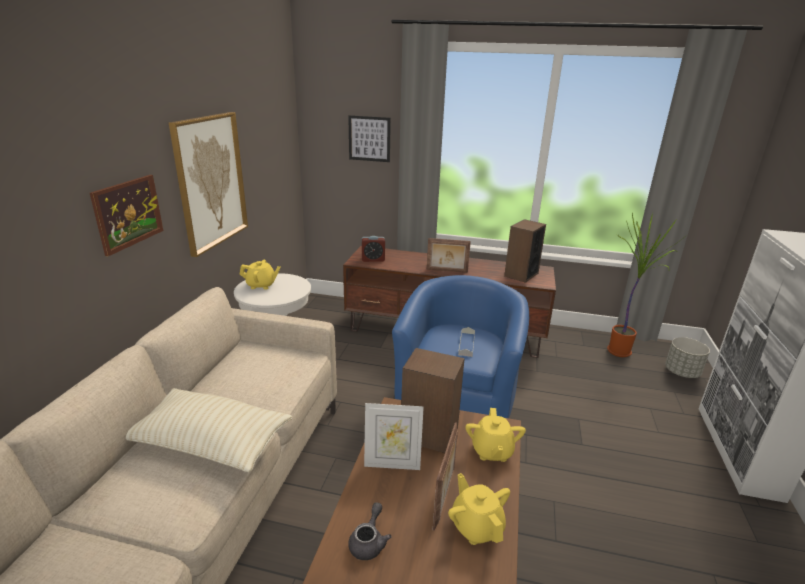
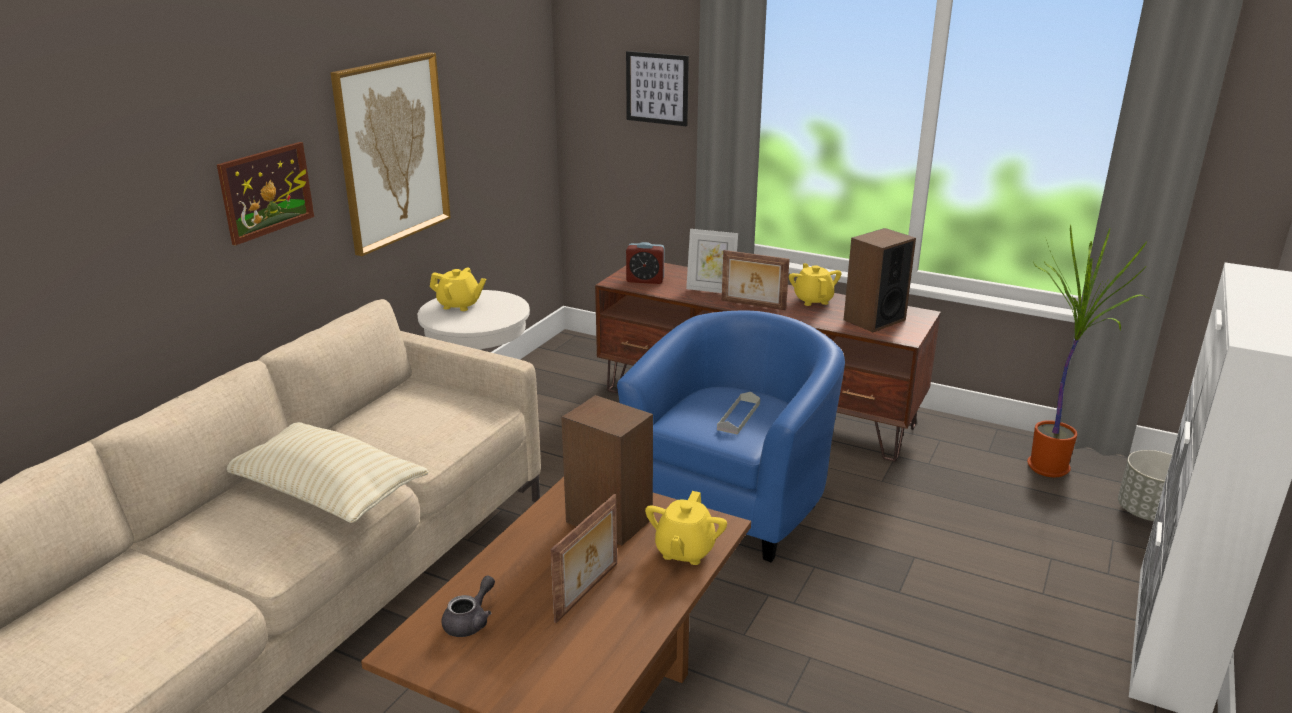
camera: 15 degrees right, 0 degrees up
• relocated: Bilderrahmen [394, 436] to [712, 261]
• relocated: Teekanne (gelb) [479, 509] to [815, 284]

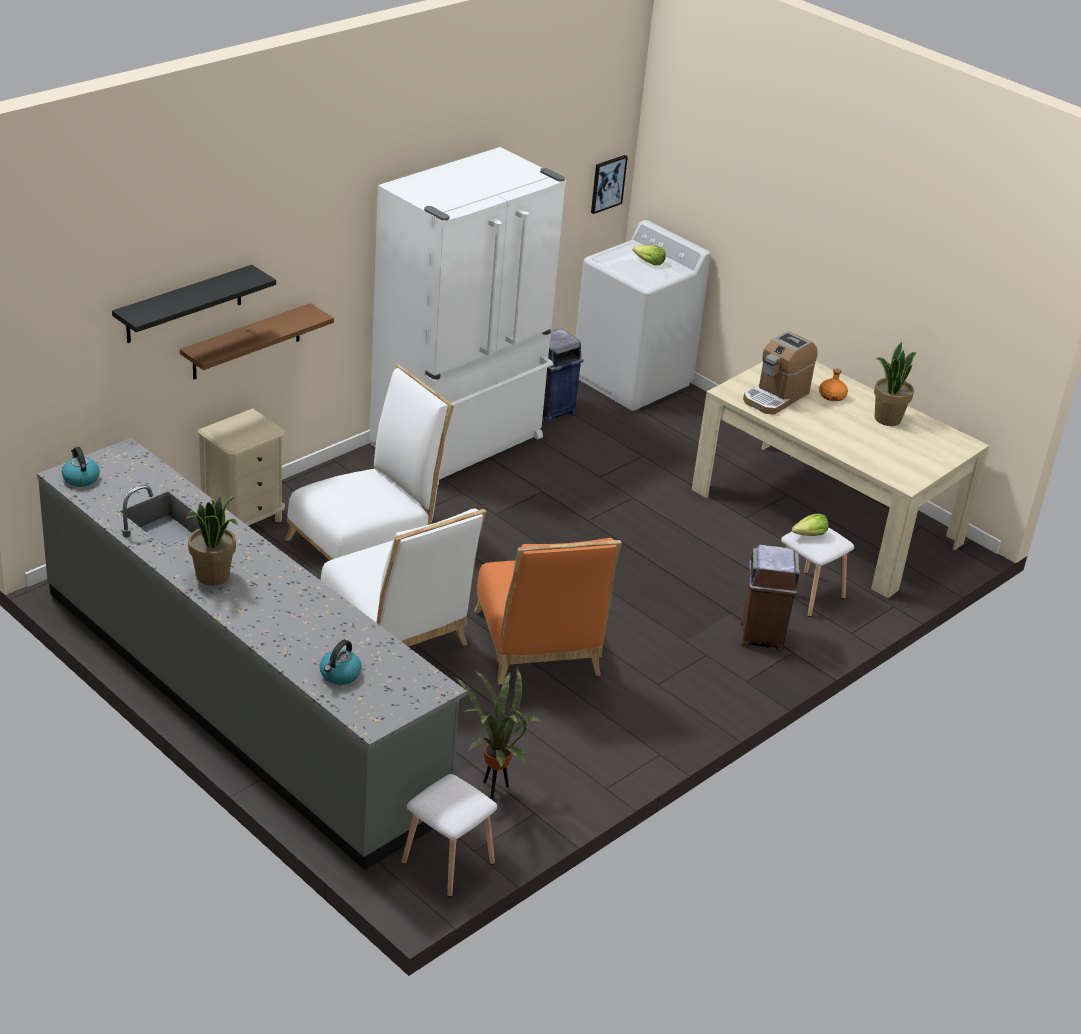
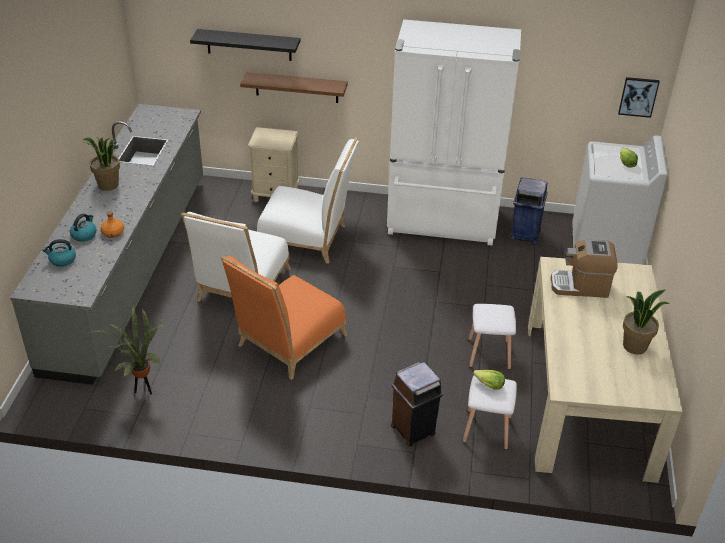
camera: 55 degrees right, 5 degrees up
• relocated: Wasserkessel [81, 467] to [83, 228]
• relocated: Hocker (weiß) [449, 835] to [492, 337]
• relocated: Flasche (orange) [833, 385] to [112, 224]

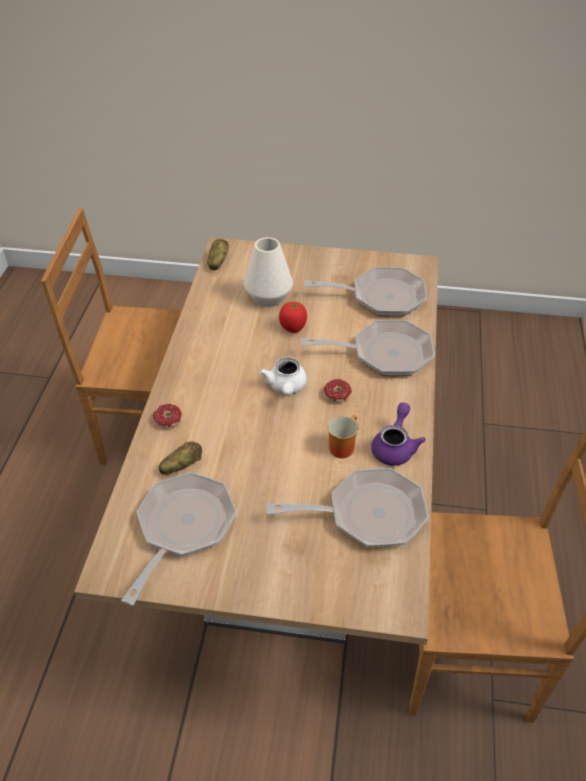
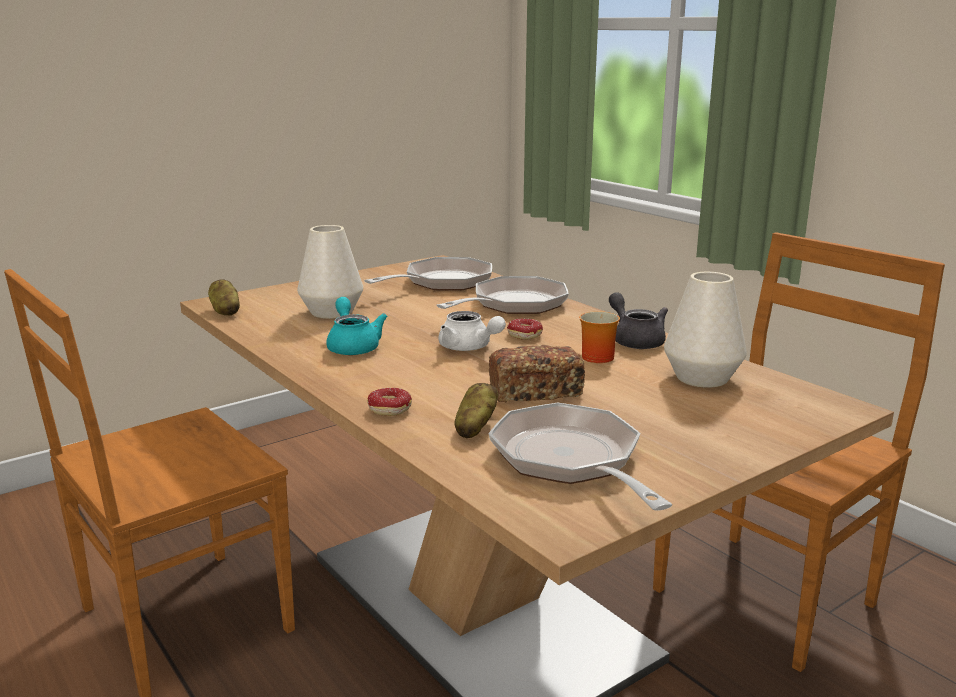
camera: 45 degrees left, 25 degrees down
• exchanged: Pfanne [347, 507] to Vase (weiß) [705, 330]
• missing: Tomate [293, 317]
• colour: Teekanne (lila) [398, 434] to Teekanne (grau) [638, 321]
• appeared: Teekanne (türkis) [356, 326]
• appeared: Brot [537, 374]

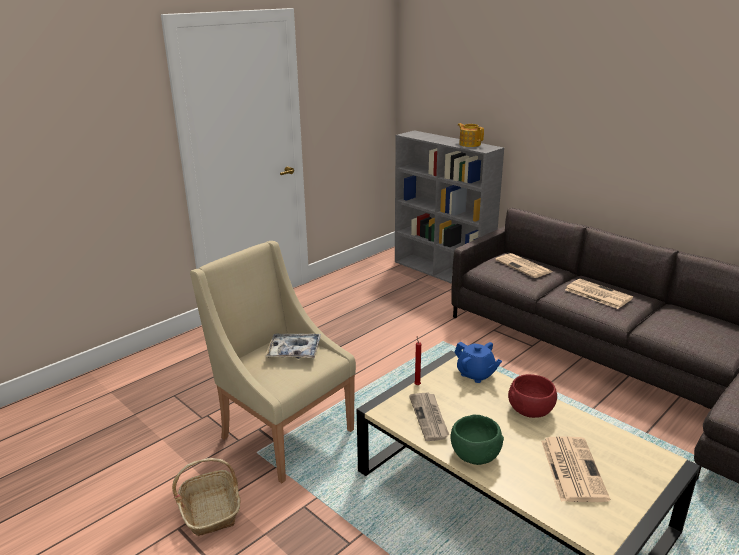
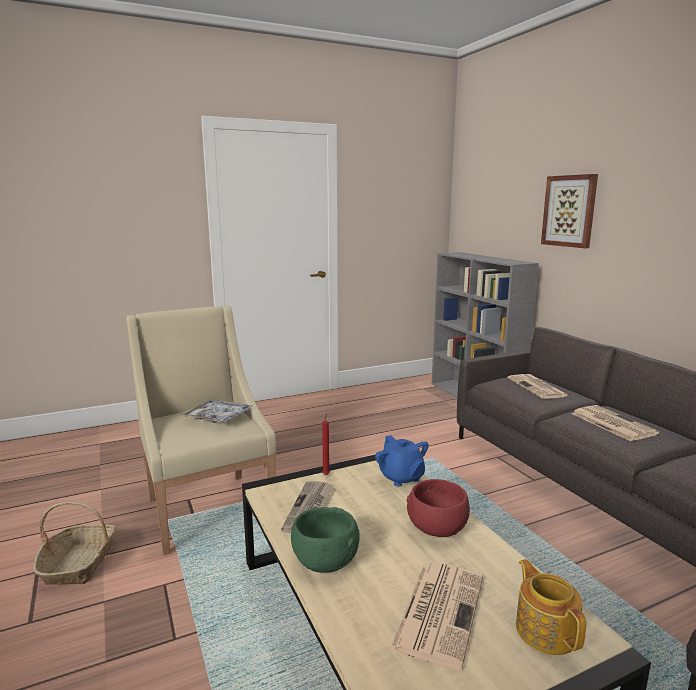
camera: 20 degrees right, 10 degrees down
• relocated: Teekanne [471, 135] to [551, 607]
• appeared: Bild [569, 211]

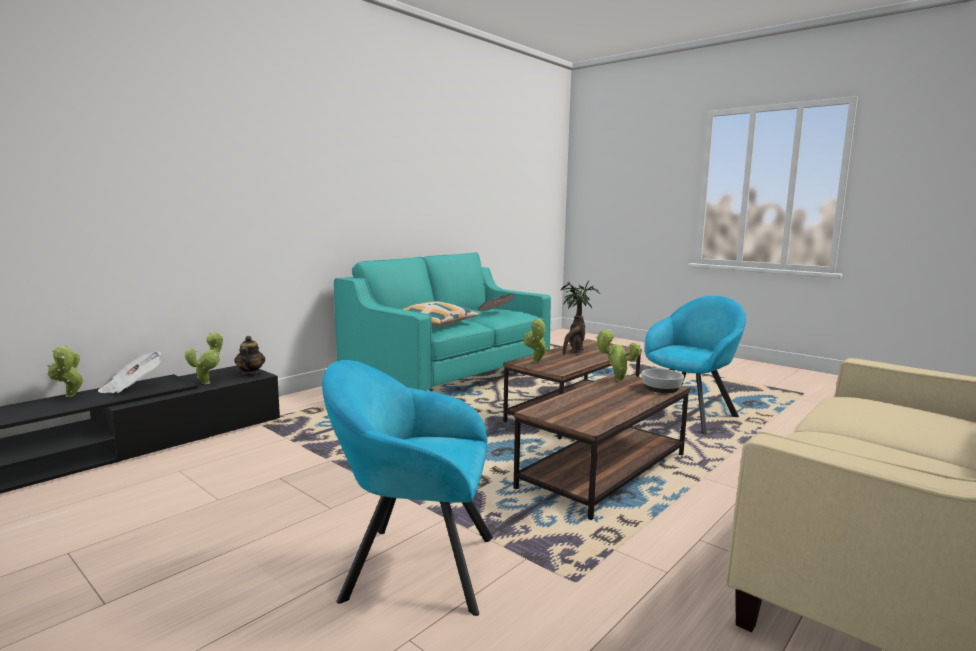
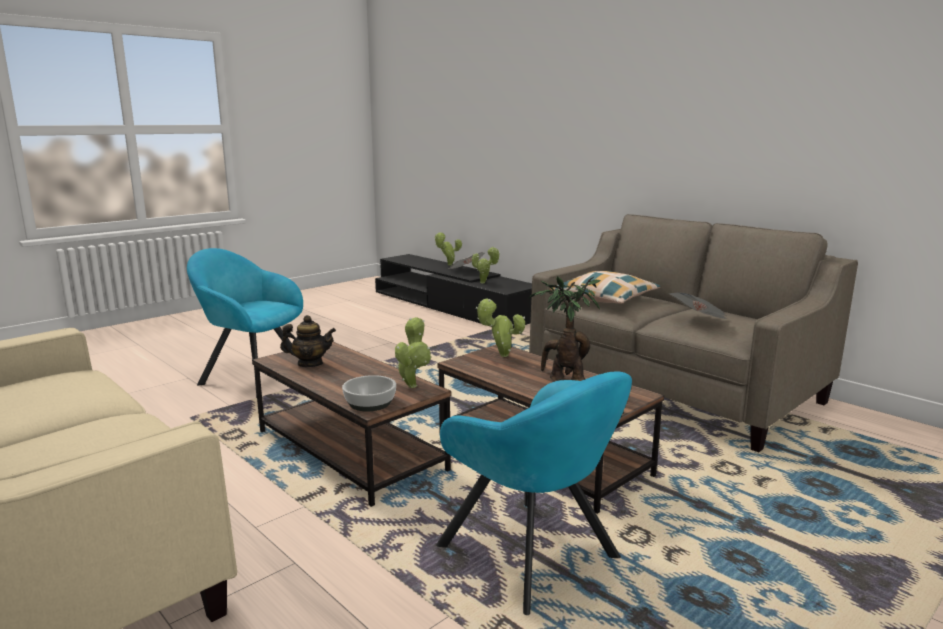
camera: 95 degrees right, 5 degrees up
• relocated: Teekanne [249, 356] to [308, 341]
• spun: Sessel (türkis) [407, 488] = [245, 323] 75 degrees counterclockwise
• colour: Sofa (türkis) [442, 321] to Sofa (beige) [693, 333]

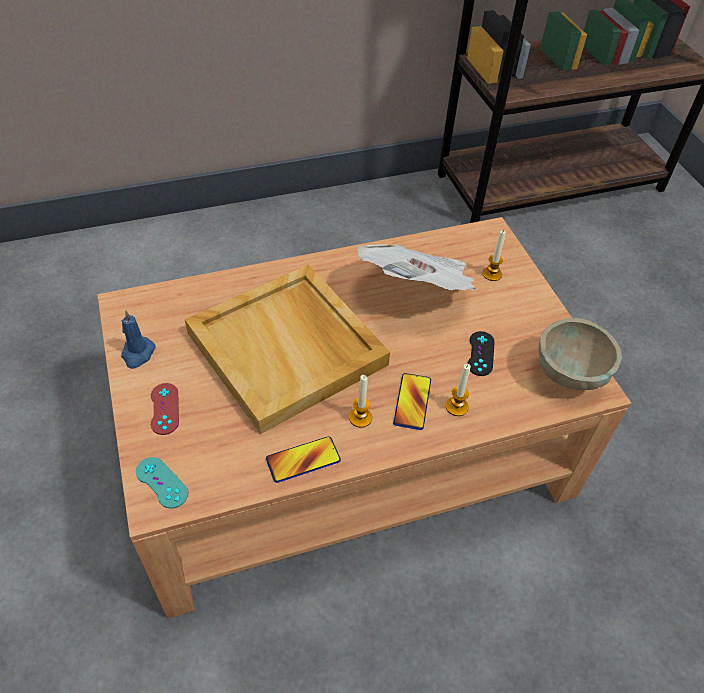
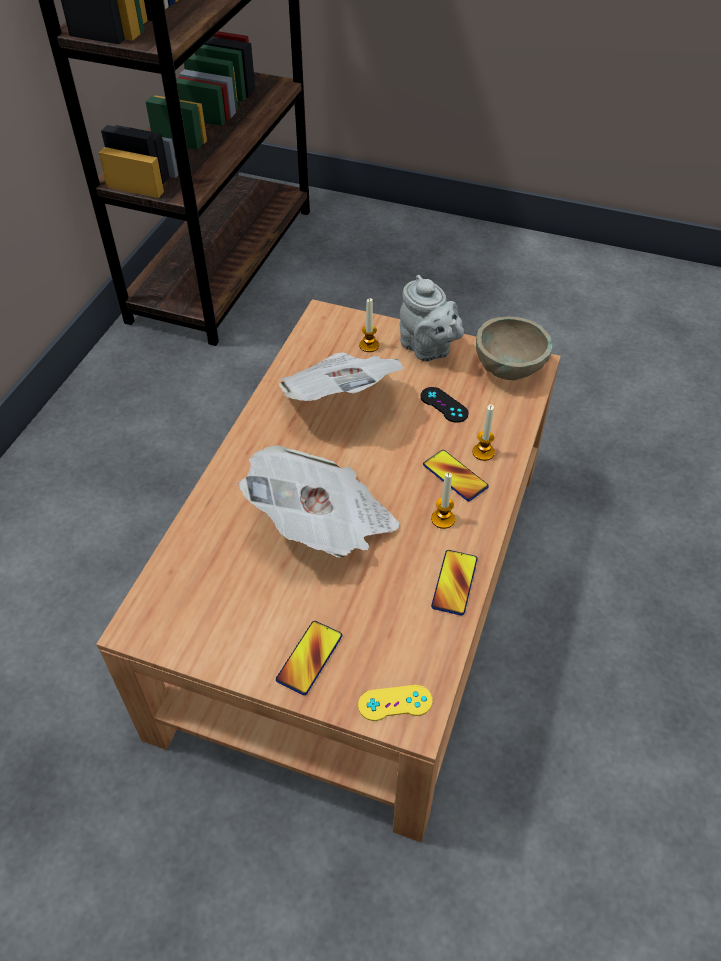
camera: 50 degrees left, 0 degrees up
• missing: Kerze (blau) [138, 339]
• colour: Gamepad (türkis) [162, 483] to Gamepad (gelb) [395, 703]
• exchanged: Gamepad (rot) [165, 409] to Handy [309, 658]
• exchanged: Tablett (beige) [287, 349] to Zeitung [318, 501]
• appeared: Teekanne (grau) [431, 318]

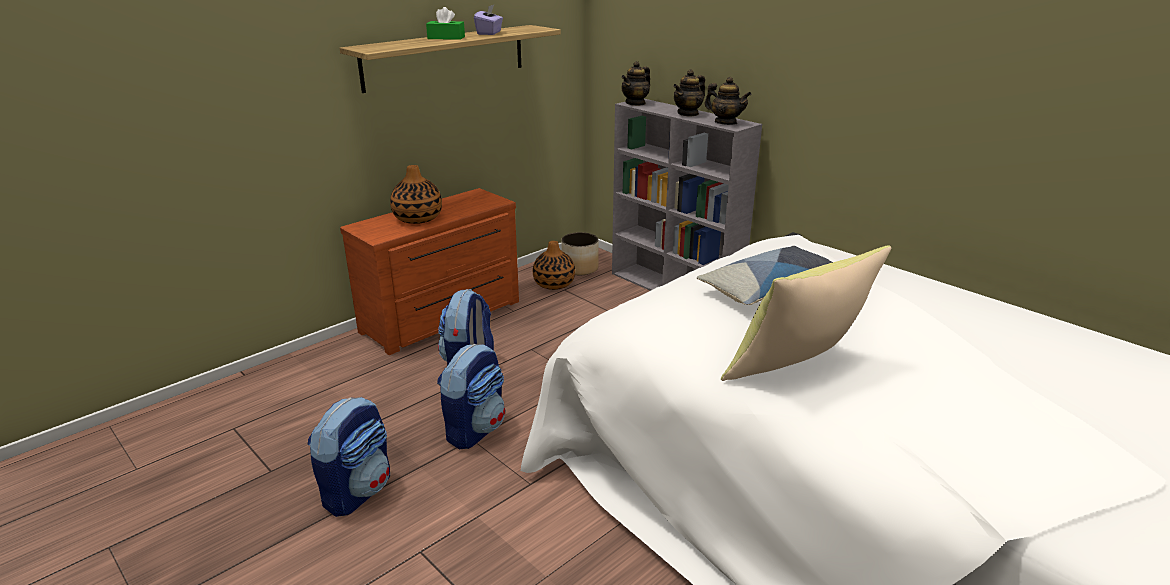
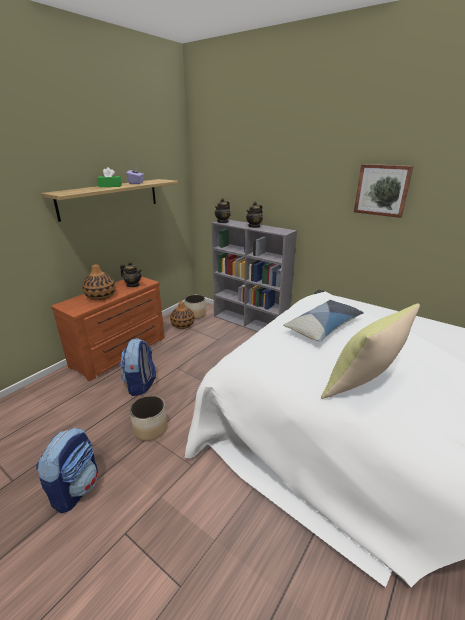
camera: 10 degrees left, 0 degrees up
• exchanged: Rucksack [471, 396] to Pflanzkübel [148, 418]
• relocated: Teekanne [727, 101] to [131, 274]
• appeared: Bild [384, 191]

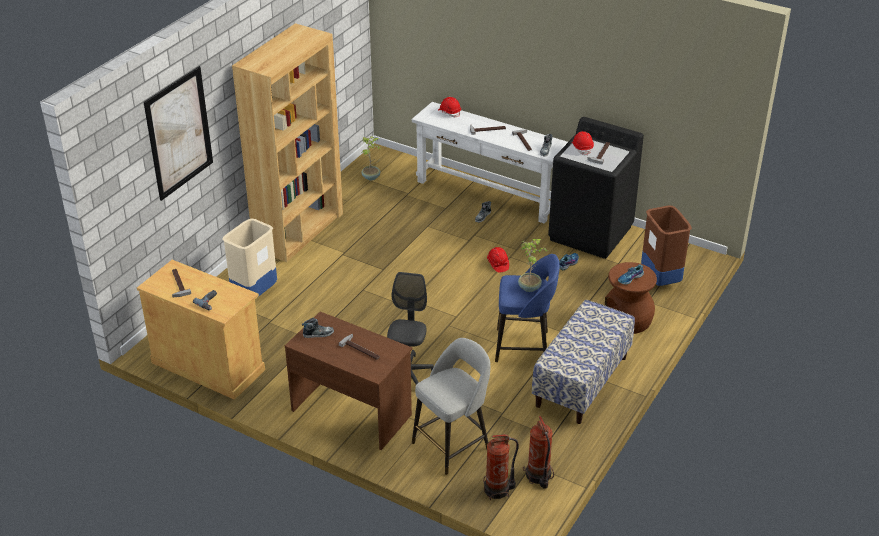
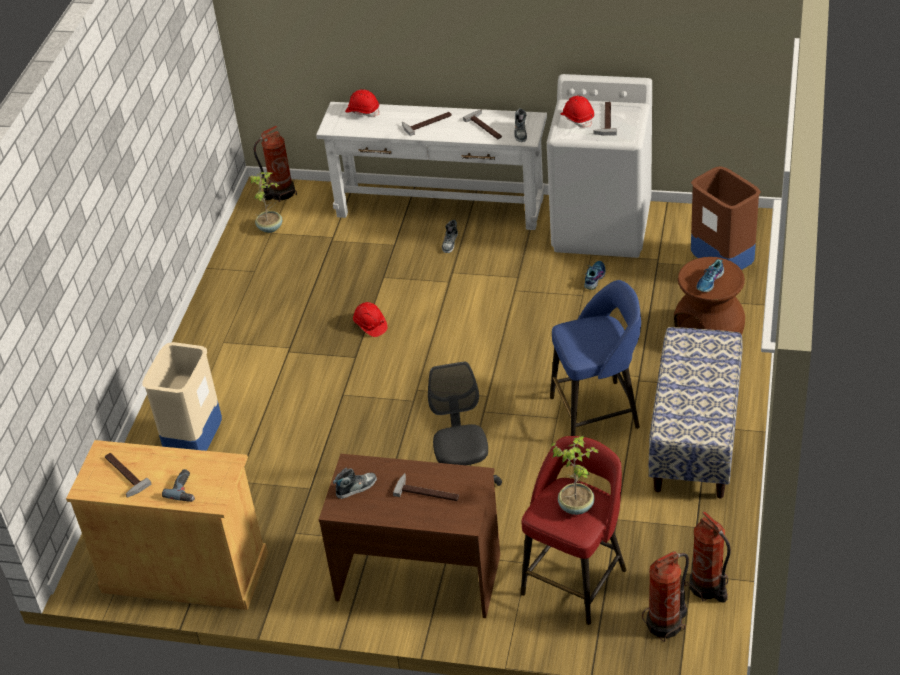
camera: 15 degrees left, 5 degrees up
• missing: Bild [178, 133]
• missing: Bücherregal (braun) [287, 142]
• colour: Hocker (grau) [451, 406] to Hocker (rot) [573, 530]
• relocated: Schutzhelm (rot) [498, 259] to [370, 319]
• relocated: Topfpflanze [532, 265] to [574, 475]
• colour: Waschmaschine (schwarz) [596, 188] to Waschmaschine (weiß) [599, 166]
• appeared: Feuerlöscher [275, 164]

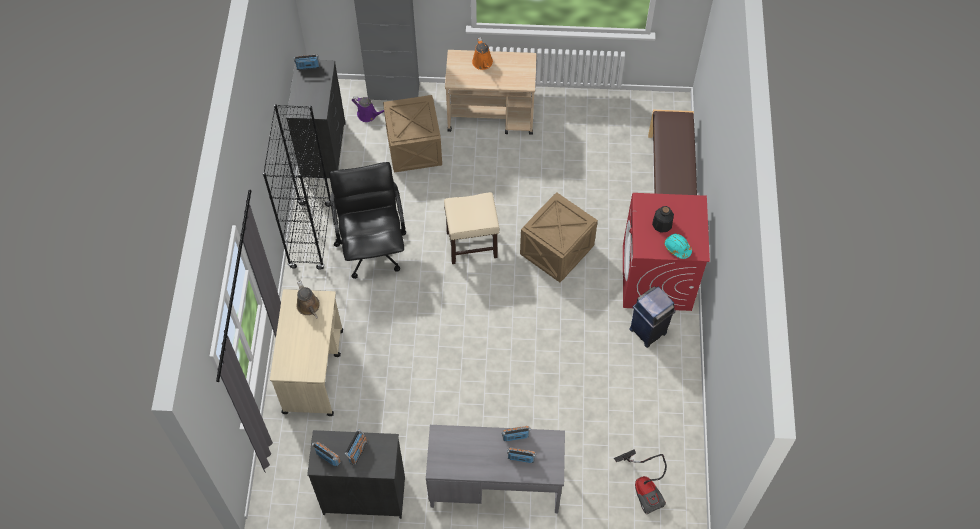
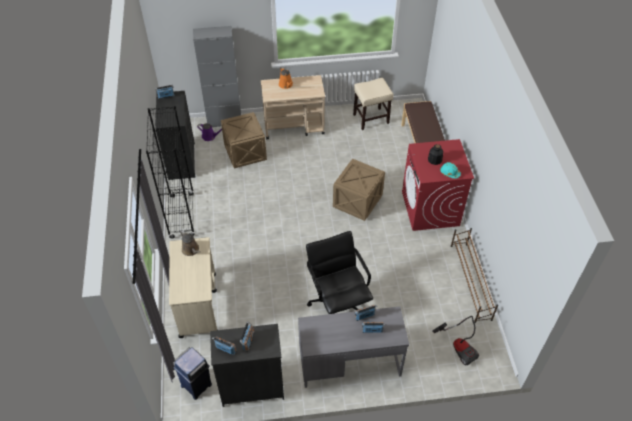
camera: 10 degrees left, 10 degrees down
• relocated: Bürostuhl (schwarz) [367, 220] to [339, 272]
• relocated: Hocker (beige) [471, 228] to [373, 104]
• relocated: Mülleimer (blau) [652, 317] to [193, 373]
• appeared: Schuhregal (braun) [474, 275]

